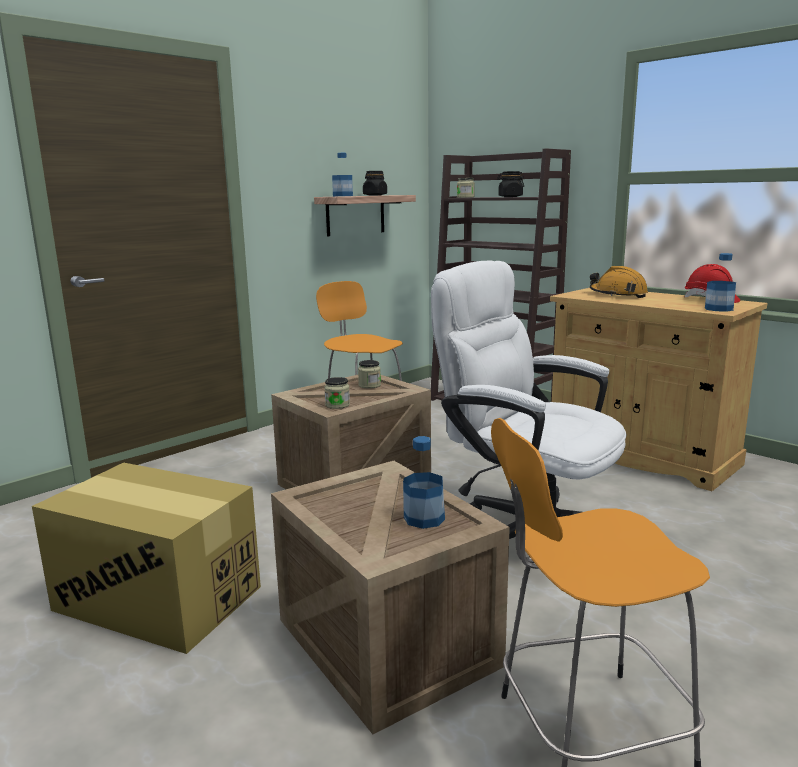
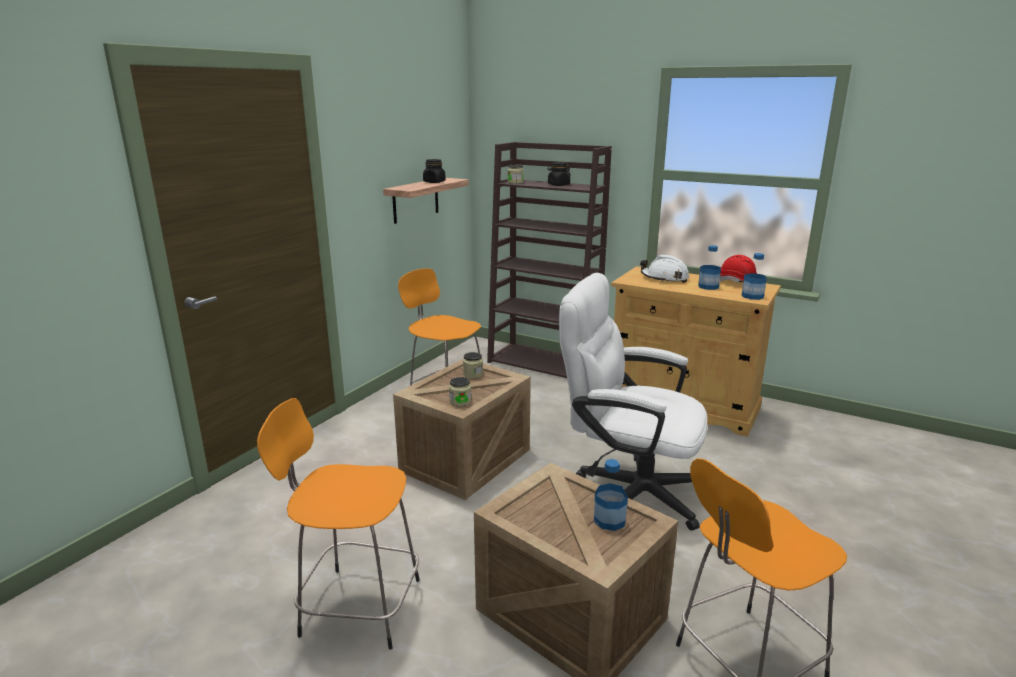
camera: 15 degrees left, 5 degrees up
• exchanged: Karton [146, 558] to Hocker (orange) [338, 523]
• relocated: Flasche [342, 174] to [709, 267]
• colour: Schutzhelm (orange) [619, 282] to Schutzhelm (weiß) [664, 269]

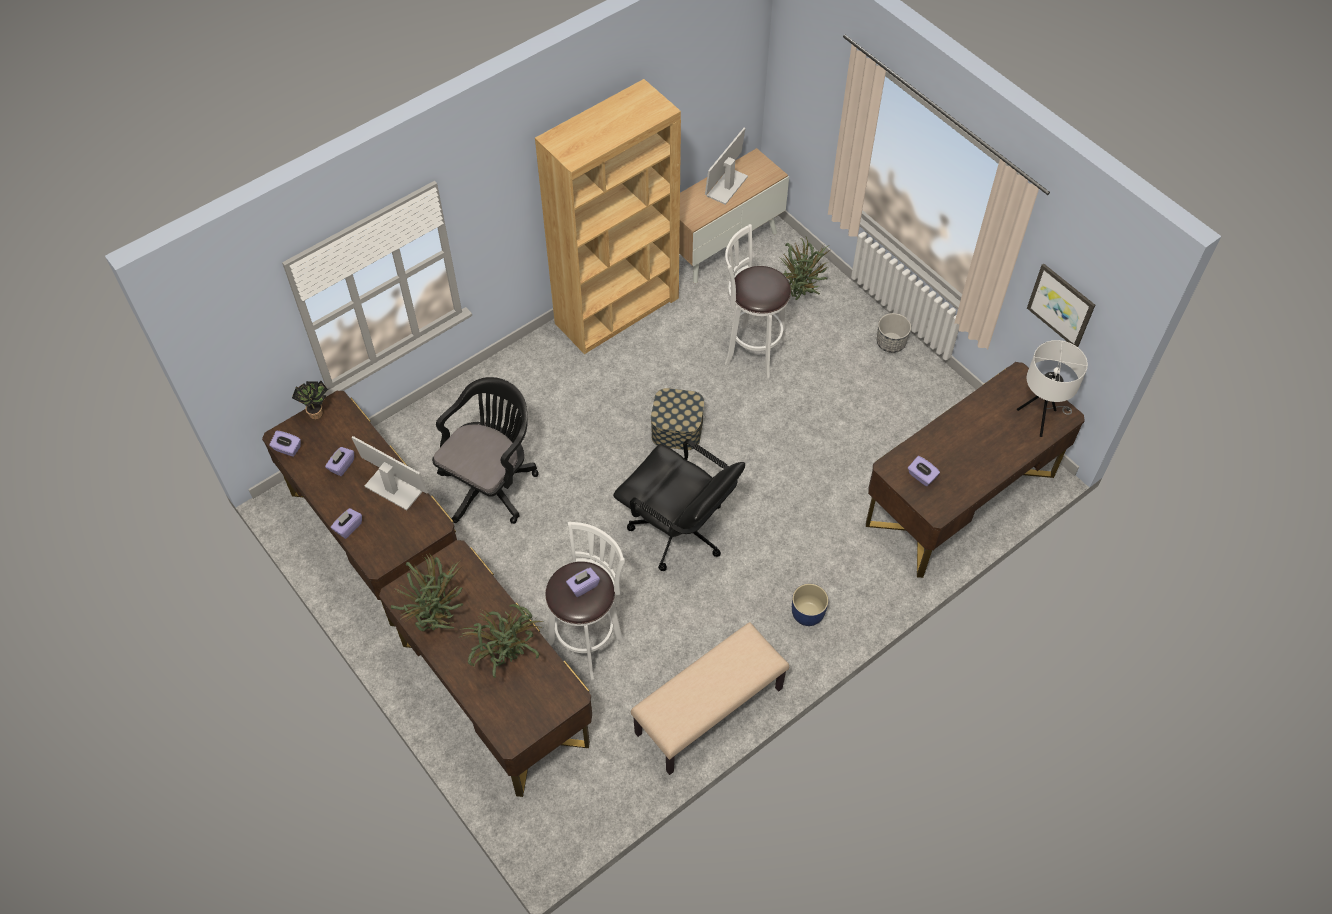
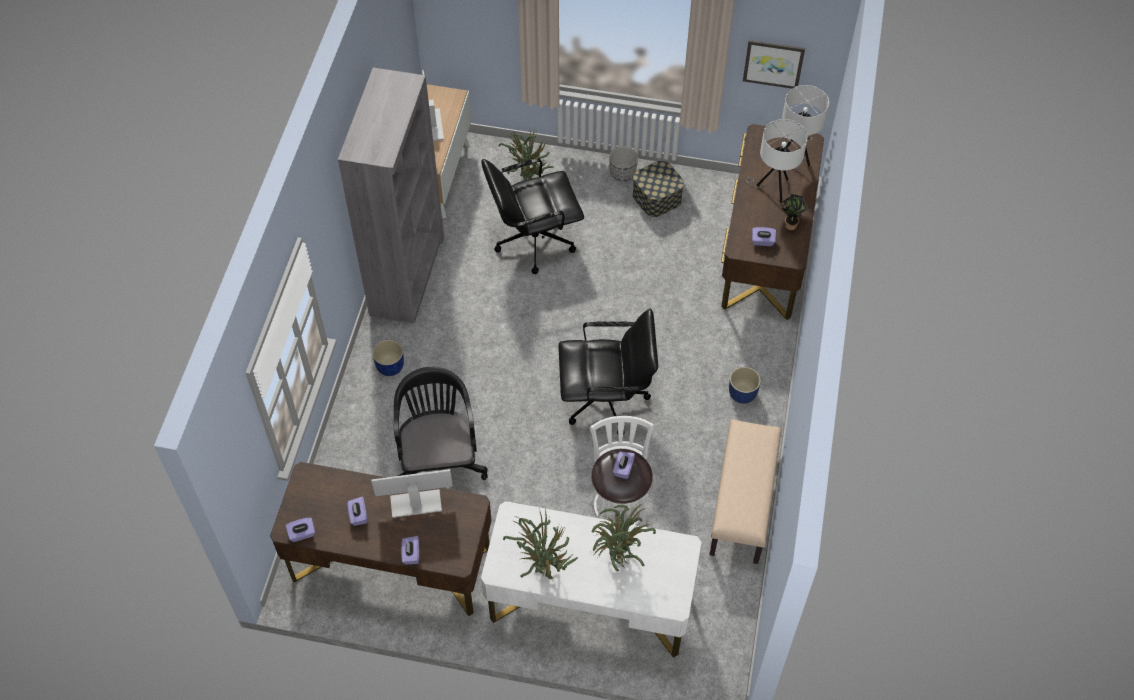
camera: 40 degrees left, 0 degrees up
• relocated: Topfpflanze [310, 400] to [795, 212]
• colour: Schreibtisch (braun) [485, 668] to Schreibtisch (weiß) [591, 579]
• colour: Bücherregal (braun) [608, 216] to Bücherregal (grau) [391, 195]
• relocated: Aufbewahrungsbox [677, 419] to [658, 189]
• exchanged: Hocker (weiß) [757, 301] to Bürostuhl (schwarz) [532, 216]
• appeared: Pflanzkübel (blau) [388, 358]
• appeared: Tischlampe (weiß) [777, 161]

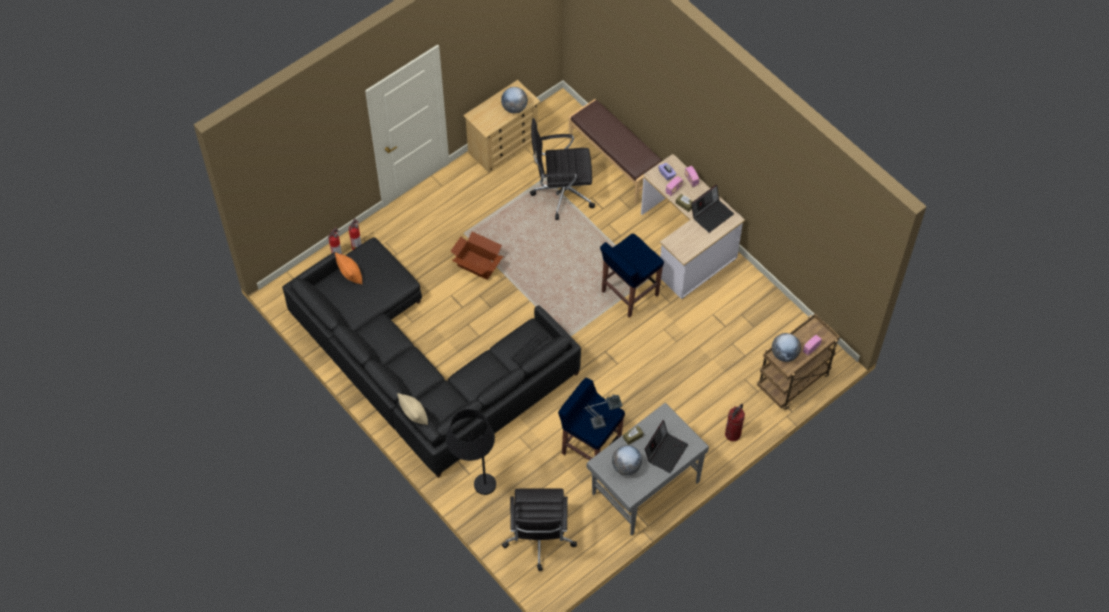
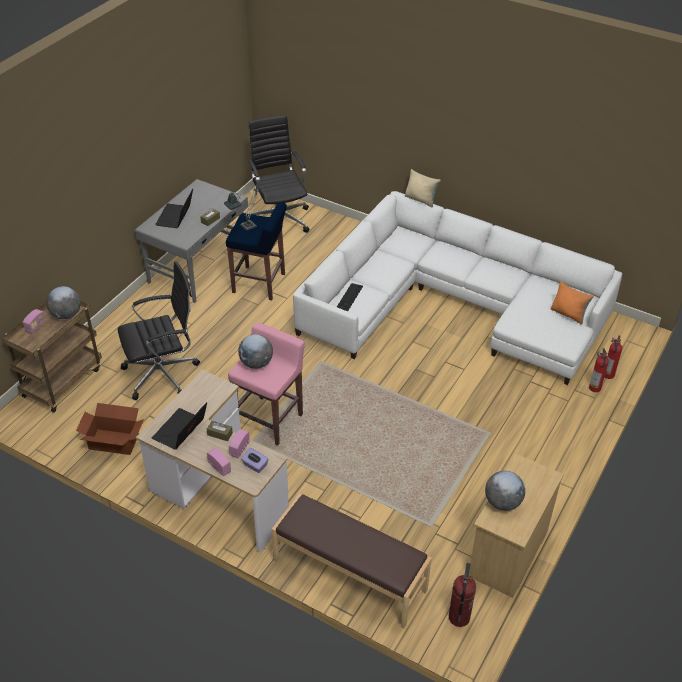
camera: 160 degrees right, 15 degrees down
• colour: Sofa (schwarz) [431, 357] to Sofa (weiß) [457, 288]
• missing: Stehlampe (schwarz) [471, 452]
• relocated: Karton [477, 256] to [110, 429]
• relocated: Bürostuhl (schwarz) [562, 169] to [159, 330]
• colour: Hocker (blau) [632, 276] to Hocker (rosa) [266, 384]
• relocated: Globus [627, 460] to [255, 351]
• relocated: Feuerlöscher [735, 422] to [462, 595]

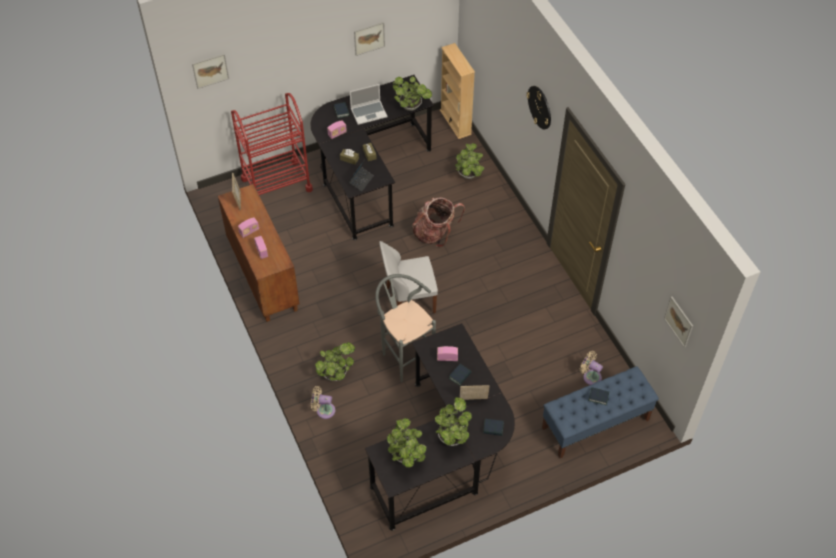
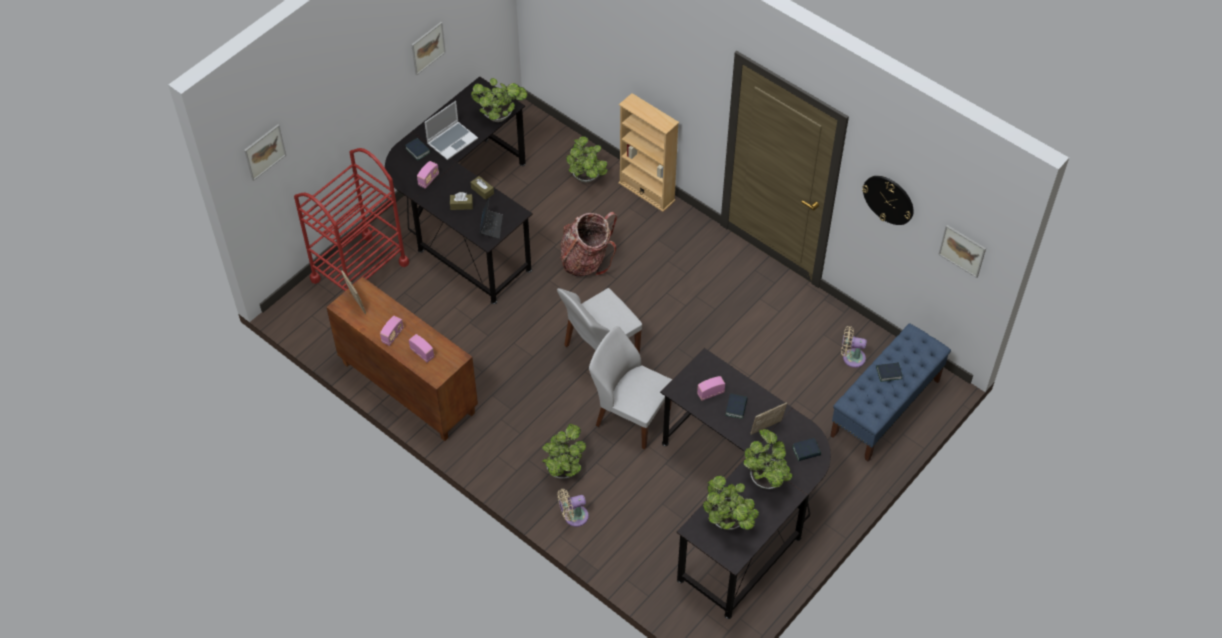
camera: 25 degrees left, 0 degrees up
• exchanged: Hocker (grau) [405, 328] to Stuhl (weiß) [630, 387]
• relocated: Bücherregal (beige) [457, 91] to [648, 152]
• relocated: Wanduhr [538, 108] to [888, 200]

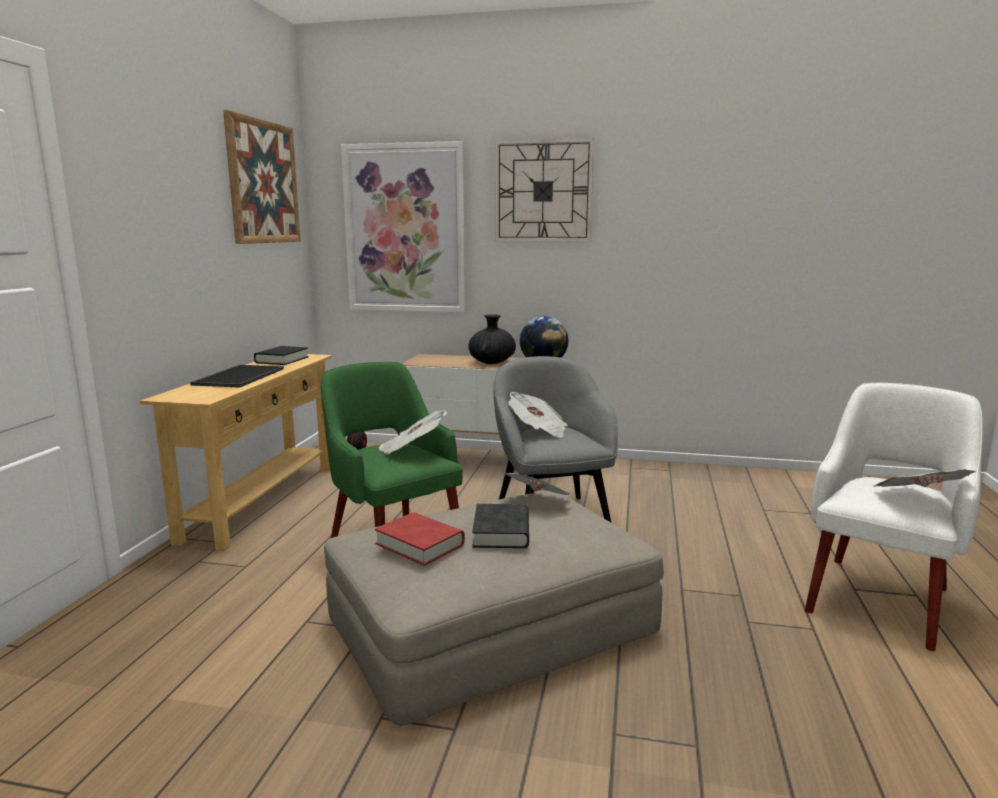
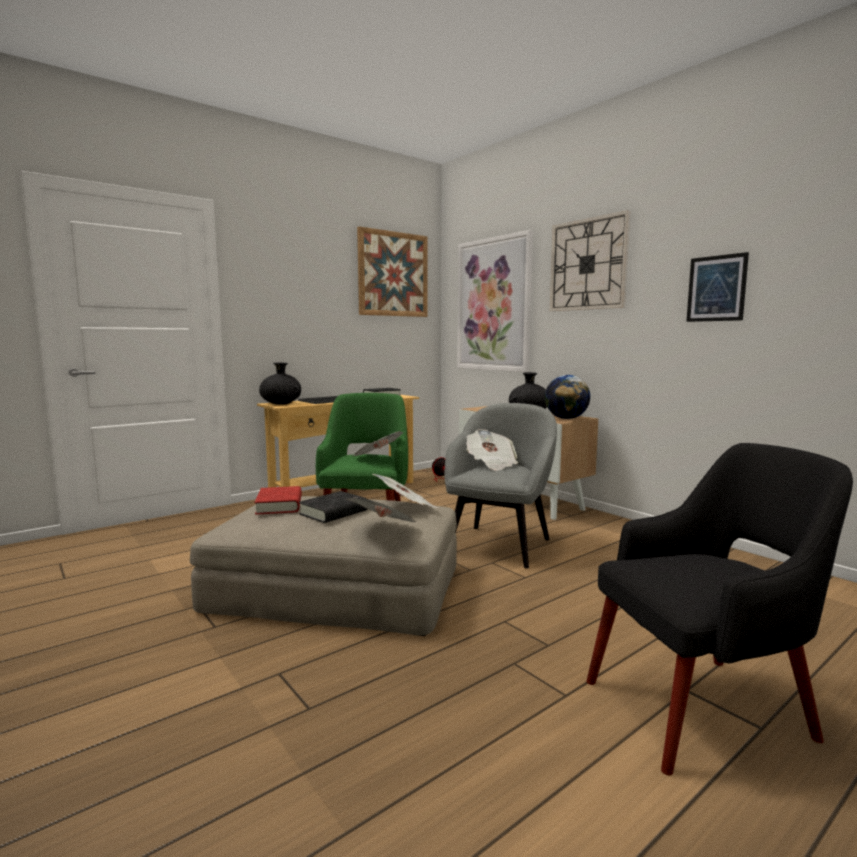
camera: 40 degrees right, 5 degrees down
• colour: Sessel (weiß) [894, 517] to Sessel (schwarz) [720, 609]
• relocated: Zeitung [925, 478] to [381, 510]
• appeared: Vase (schwarz) [280, 384]
• appeared: Bild [717, 287]

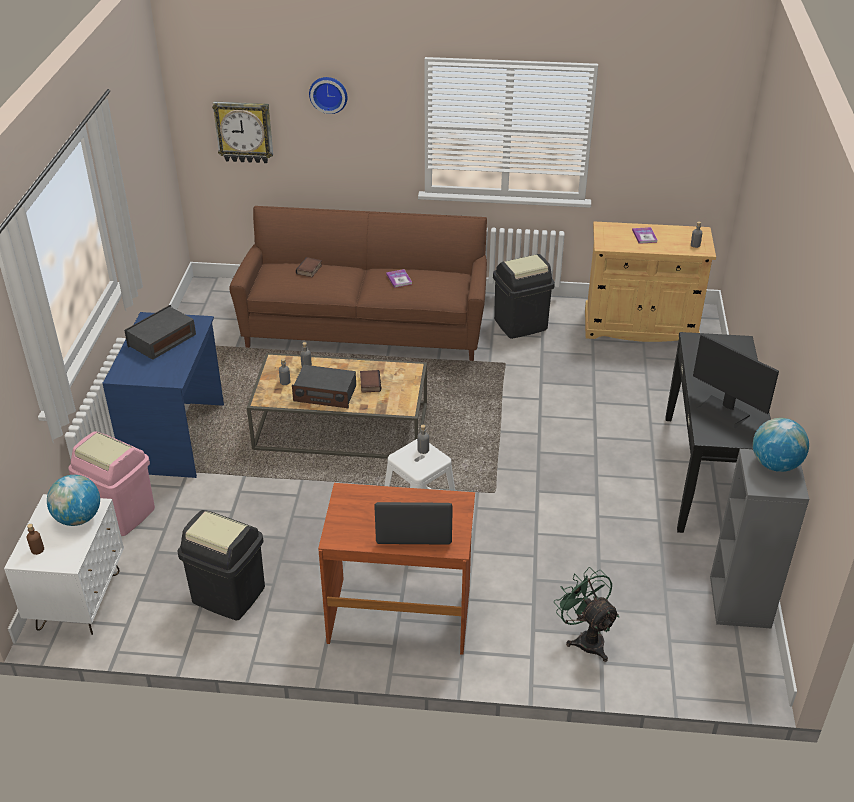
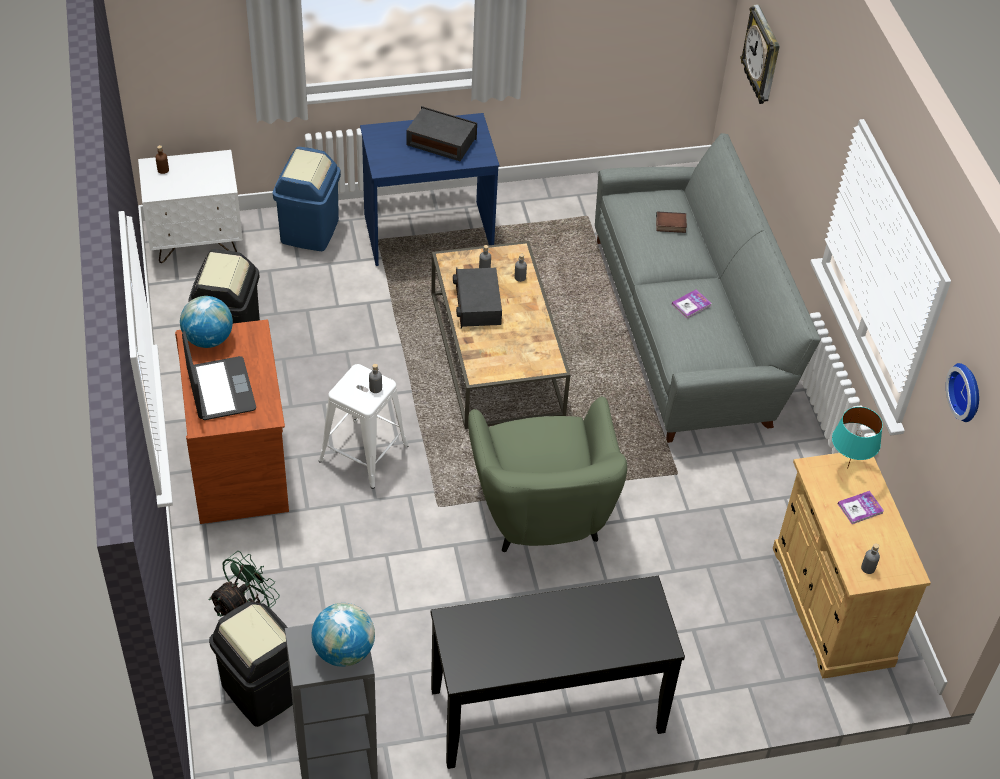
camera: 70 degrees right, 10 degrees up
• relocated: Globus [73, 500] to [206, 322]
• colour: Mülleimer (rosa) [111, 483] to Mülleimer (blau) [307, 199]
• colour: Sofa (braun) [358, 283] to Sofa (grau) [708, 288]
• relocated: Wanduhr [328, 95] to [962, 392]
• missing: Buch [370, 381]
• relocated: Mülleimer (schwarz) [524, 296] to [251, 664]
• missing: Monitor [736, 381]
• appeared: Sessel (grün) [547, 474]
• appeared: Tischlampe (türkis) [857, 438]

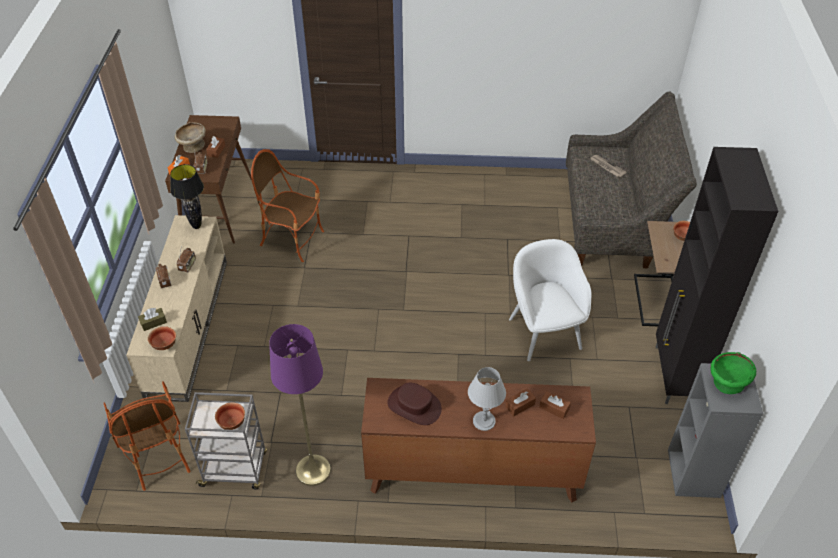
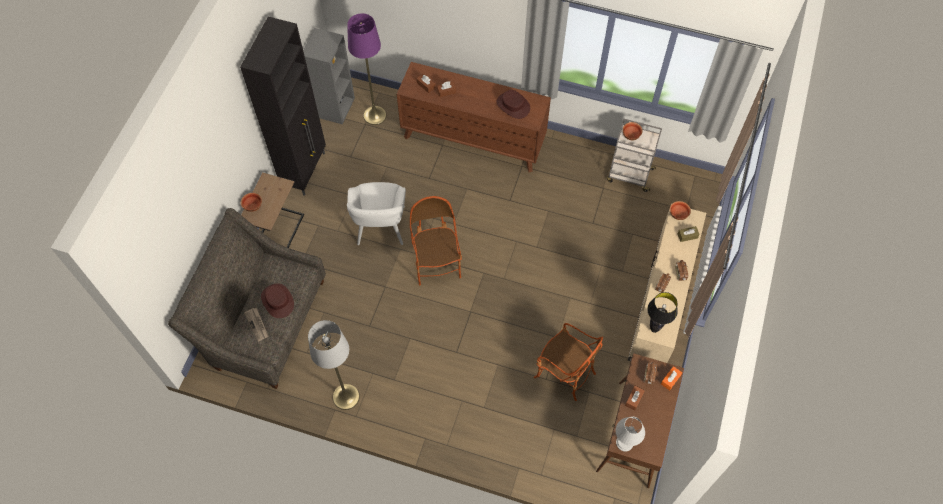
camera: 165 degrees left, 15 degrees up
• relocated: Sessel [147, 436] to [436, 241]
• missing: Schüssel (beige) [190, 137]
• relocated: Stehlampe (lila) [300, 405] to [366, 69]
• relocated: Tischlampe (grau) [487, 399] to [630, 434]
• missing: Schüssel (grün) [733, 373]
• appeared: Hut (braun) [277, 301]
• appeared: Stehlampe (grau) [334, 365]

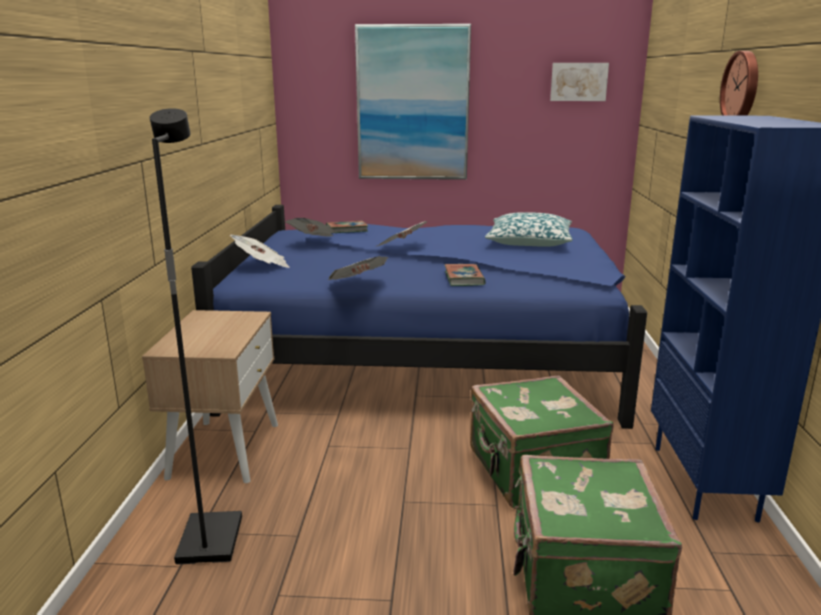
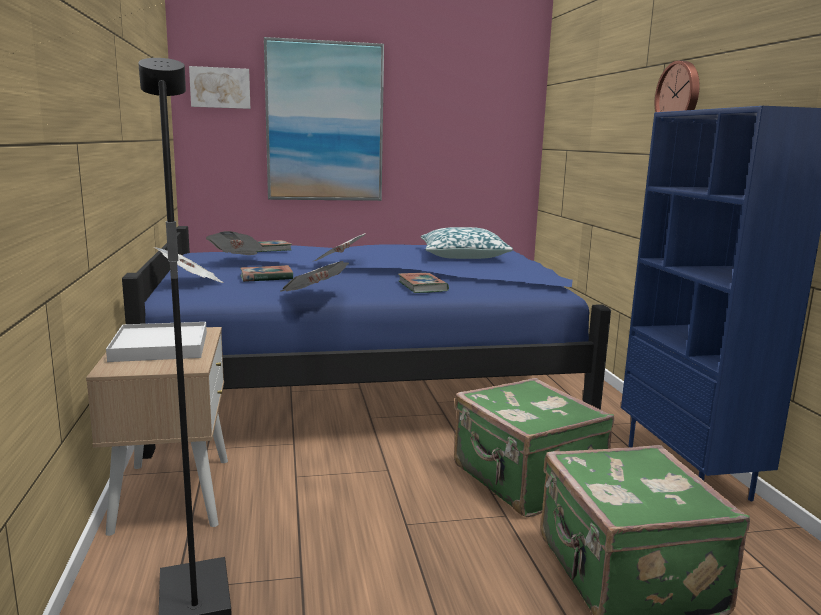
camera: 15 degrees left, 5 degrees down
• relocated: Bild [579, 82] to [219, 87]
• appeared: Tablett (weiß) [156, 342]
• appeared: Buch [266, 273]

